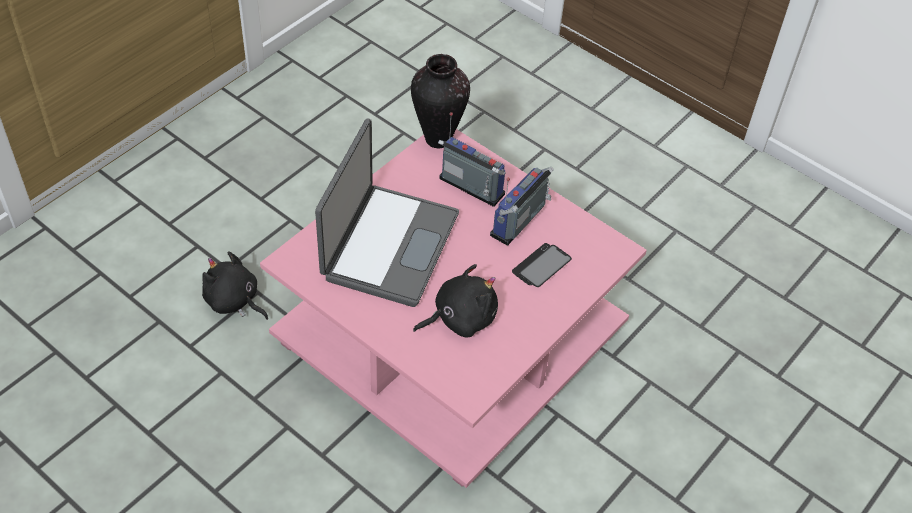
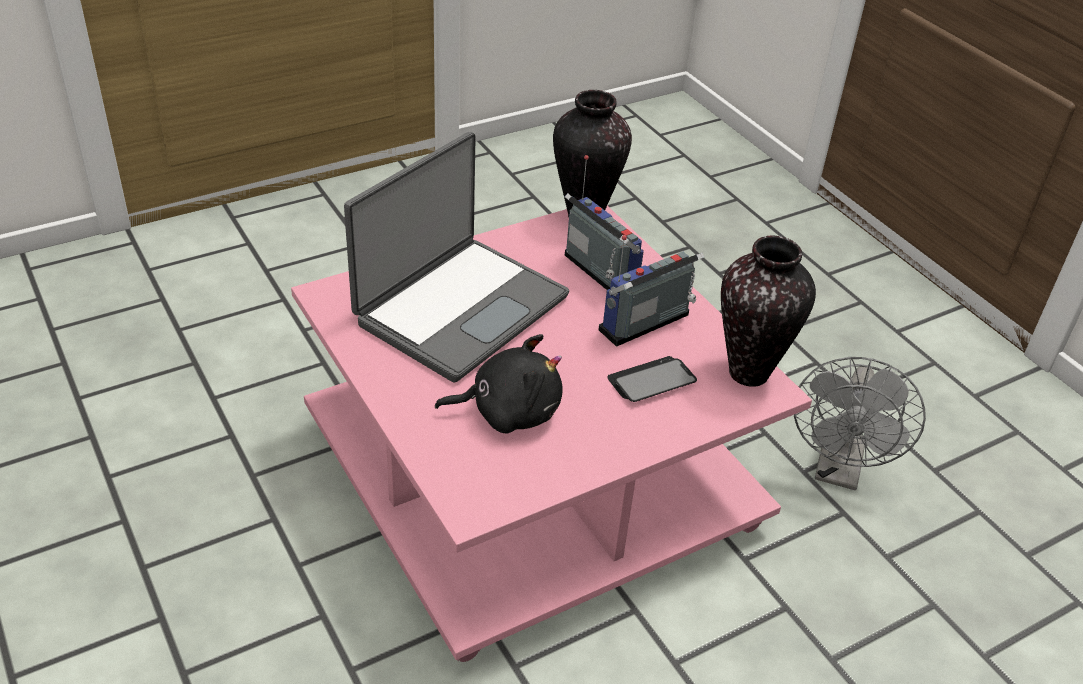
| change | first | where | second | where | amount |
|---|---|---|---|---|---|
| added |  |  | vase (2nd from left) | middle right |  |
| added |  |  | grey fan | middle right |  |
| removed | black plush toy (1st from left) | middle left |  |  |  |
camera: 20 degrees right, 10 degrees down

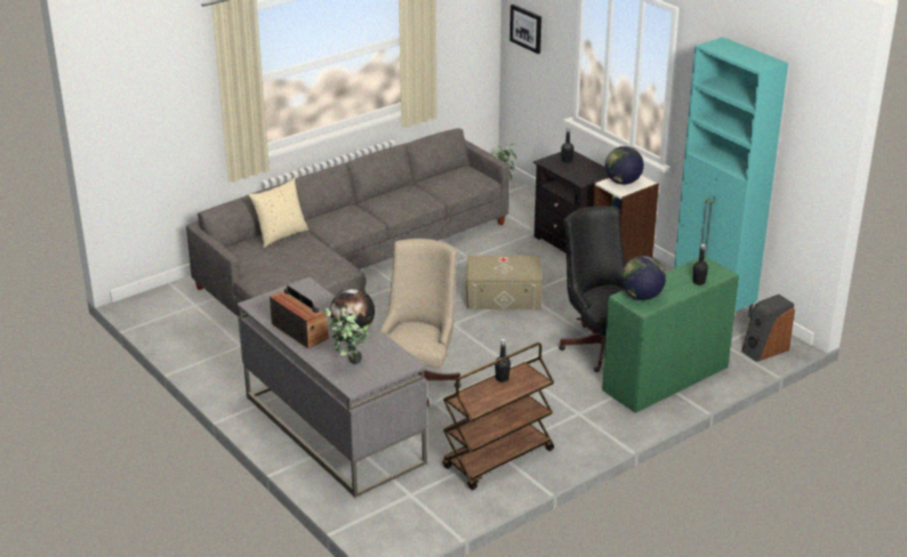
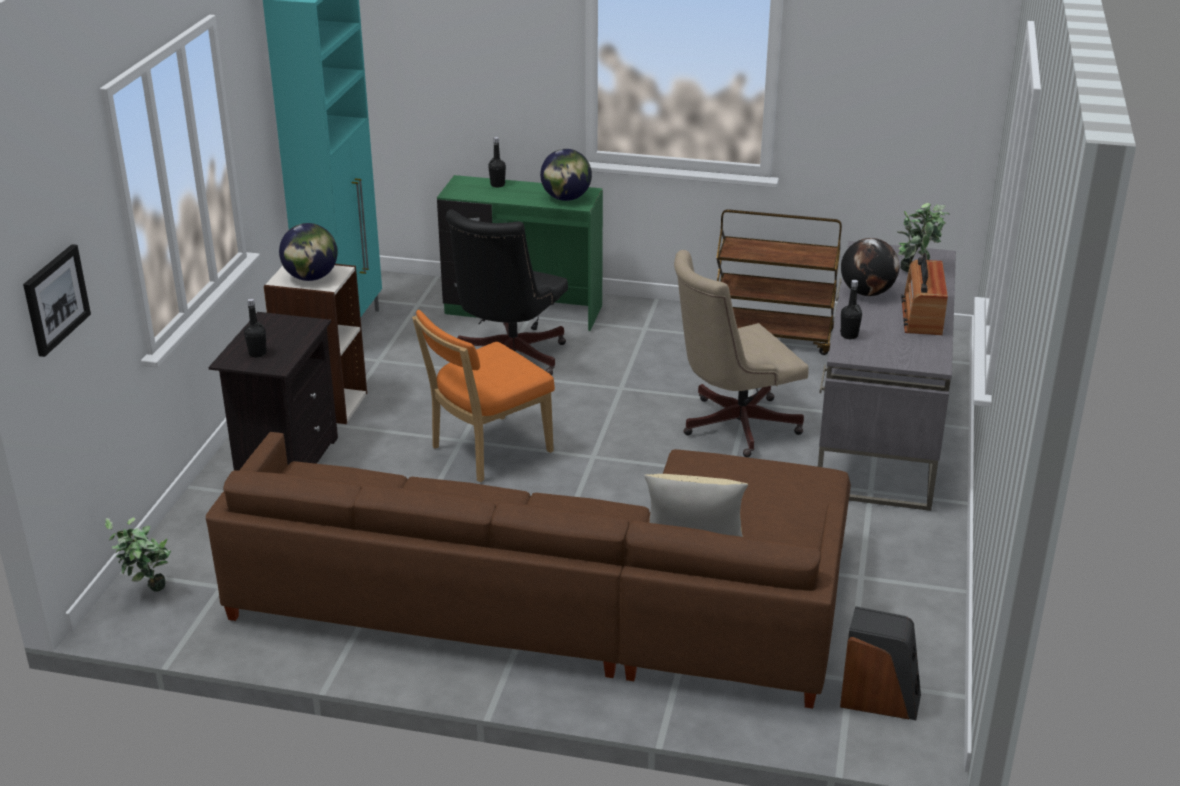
| change | first | where | second | where | amount |
|---|---|---|---|---|---|
| recoloured | grey sofa | centre | brown sofa | bottom centre |  |
| replaced | beige storage box | centre | orange chair | centre |  |
| moved | black bottle (1st from left in the first image) | centre | black bottle (3rd from left) | middle right |  |
| moved | speaker | middle right |  | bottom right |  |
camera: 130 degrees left, 0 degrees up

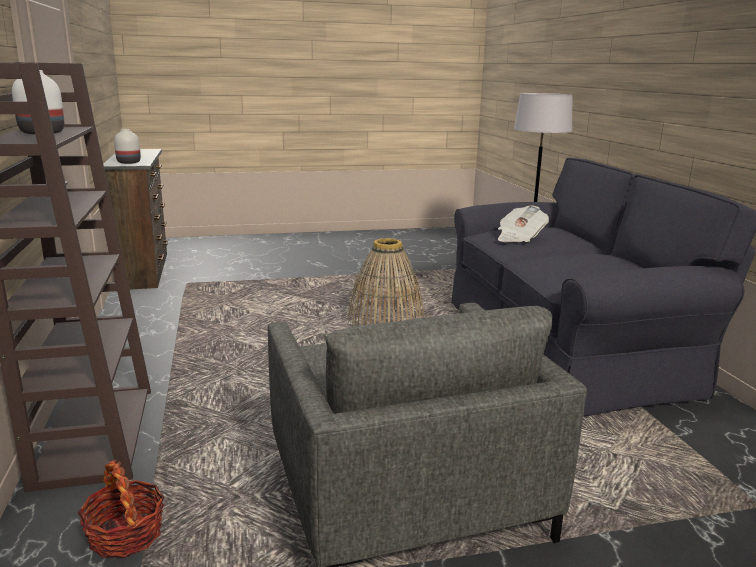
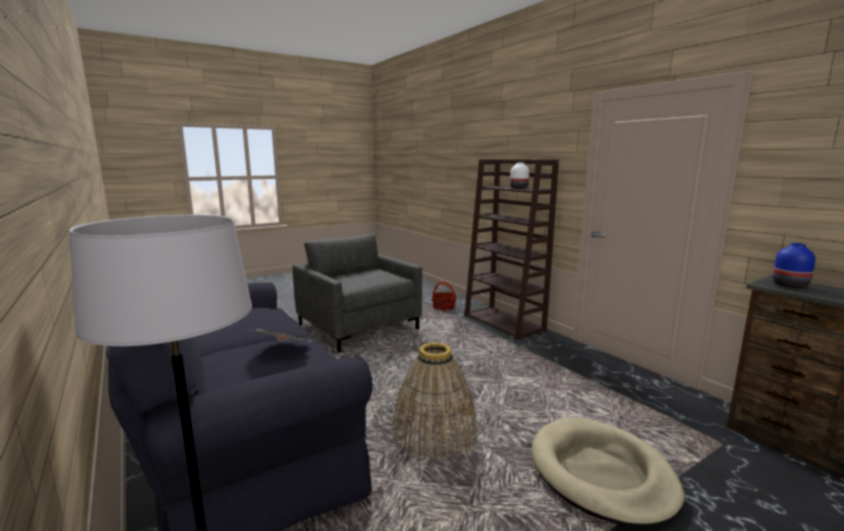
| change | first | where | second | where | amount |
|---|---|---|---|---|---|
| added |  |  | beige dog bed | bottom right |  |
| recoloured | white vase (2nd from left) | top left | blue vase | middle right |  |
camera: 160 degrees right, 5 degrees down

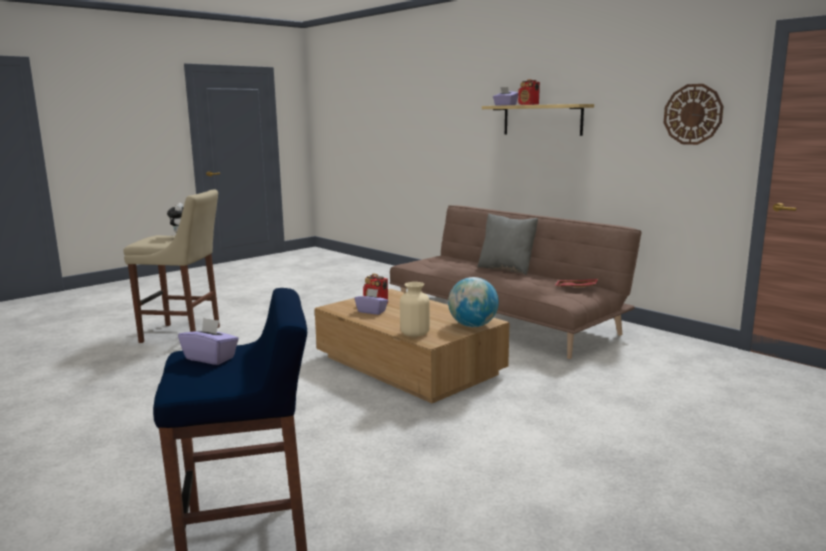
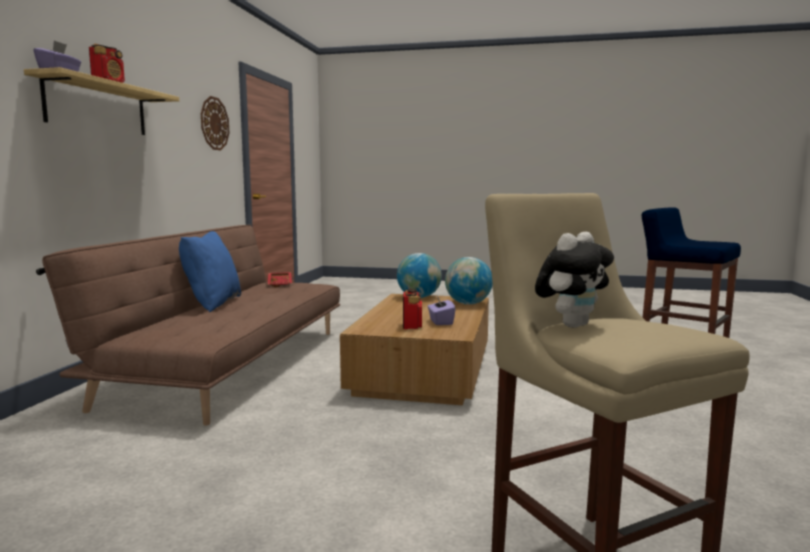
| change | first | where | second | where | amount |
|---|---|---|---|---|---|
| recoloured | grey pillow | centre | blue pillow | middle left |  |
| replaced | beige vase | centre | globe (2nd from left) | centre |  |
| removed | purple tissue box (1st from left) | middle left |  |  |  |
camera: 125 degrees left, 5 degrees down

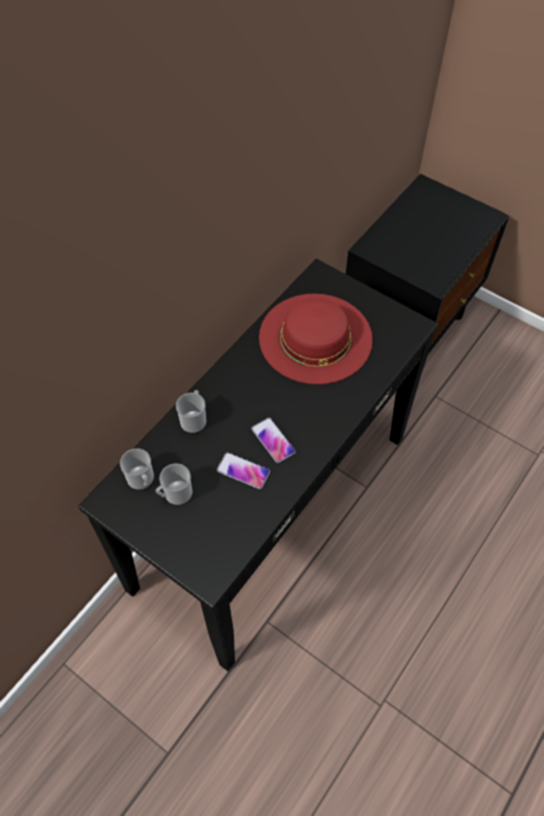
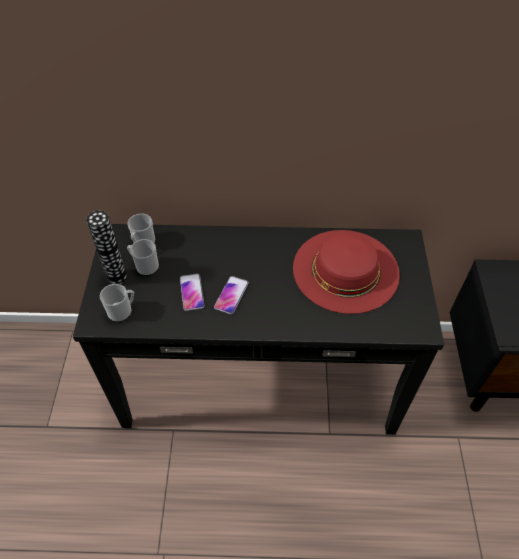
| change | first | where | second | where | amount |
|---|---|---|---|---|---|
| added |  |  | vase | middle left |  |
| moved | mug (3rd from left in the first image) | centre | mug (1st from left) | middle left |  |
camera: 55 degrees right, 5 degrees down

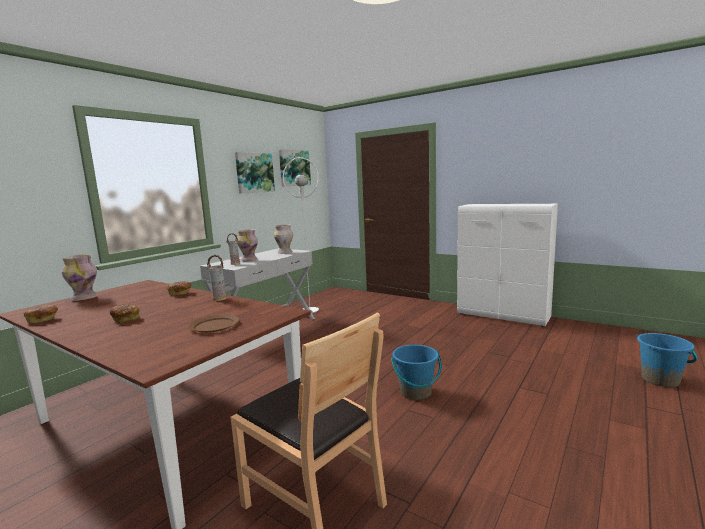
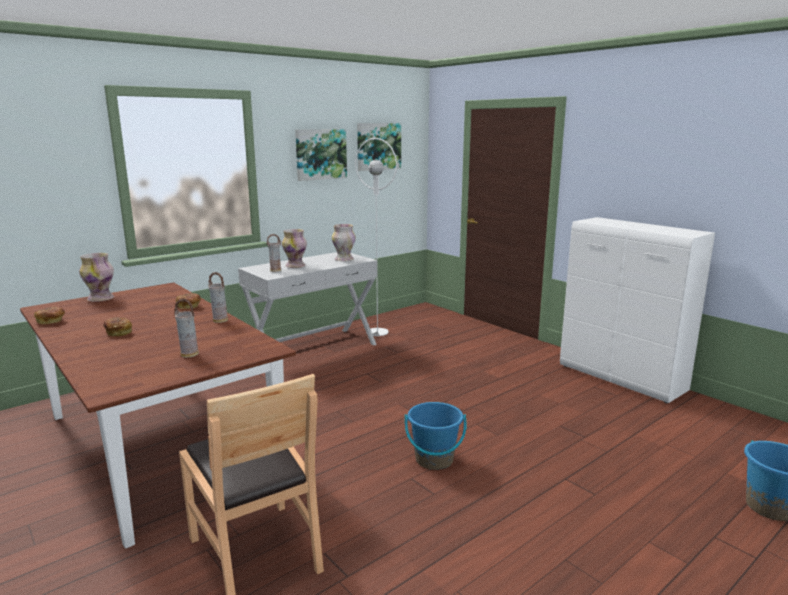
| change | first | where | second | where | amount |
|---|---|---|---|---|---|
| replaced | brown plate | middle left | vase (2nd from left) | middle left |  |
camera: 15 degrees right, 5 degrees up

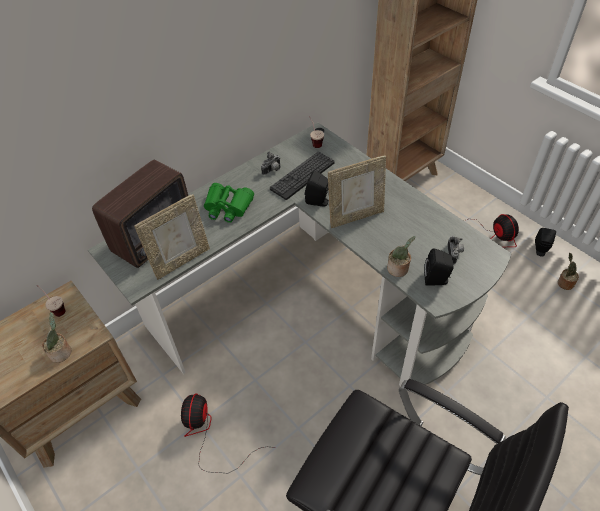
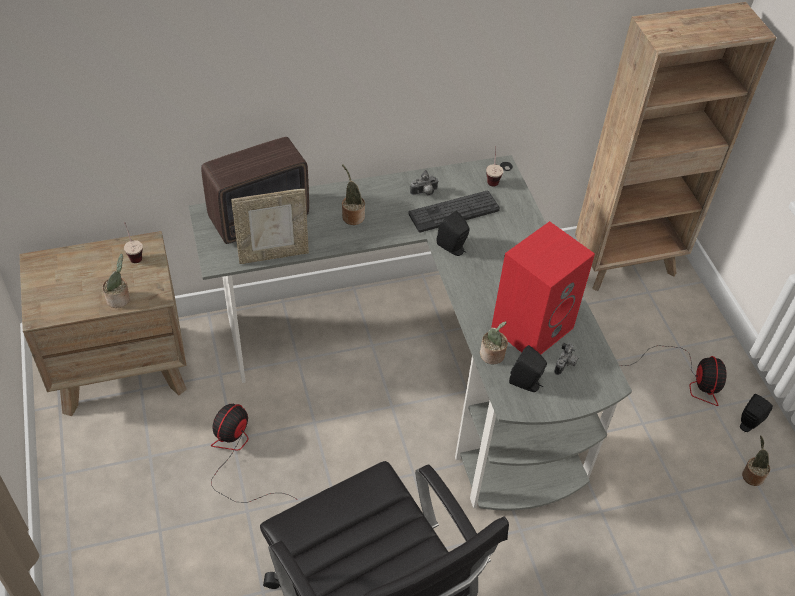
| change | first | where | second | where | amount |
|---|---|---|---|---|---|
| replaced | green binoculars | centre | potted plant (2nd from left) | top centre |  |
| added |  |  | red speaker | middle right |  |
| removed | picture frame (2nd from left) | centre |  |  |  |
camera: 20 degrees right, 0 degrees up

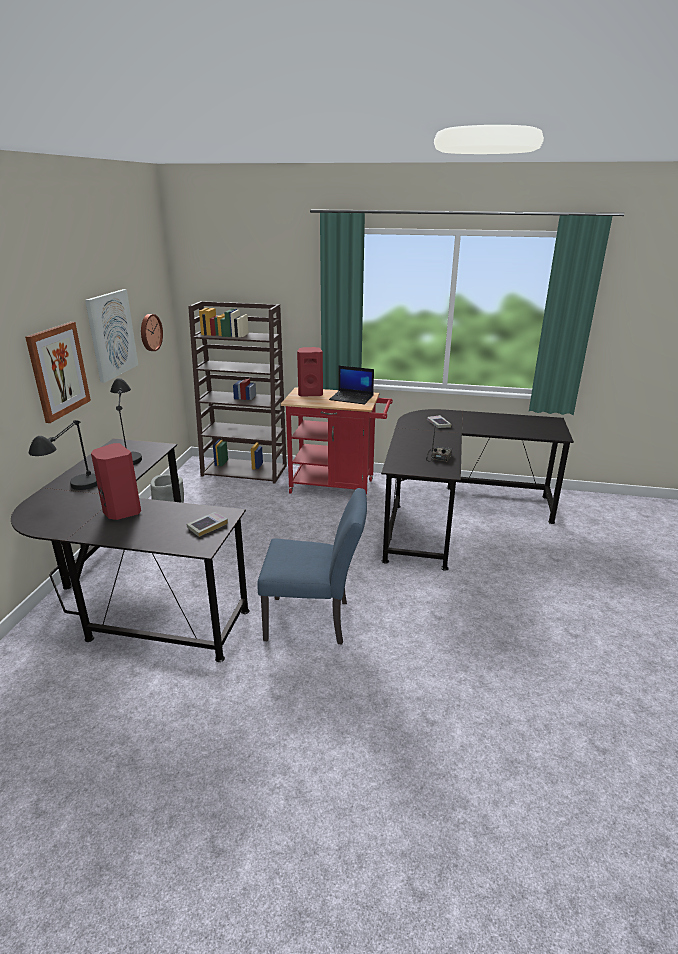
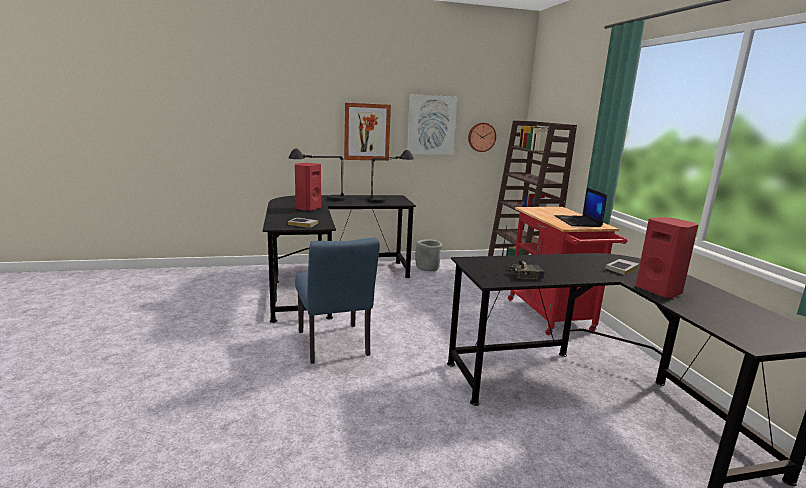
| change | first | where | second | where | amount |
|---|---|---|---|---|---|
| moved | red speaker (2nd from left) | centre |  | middle right |  |
camera: 65 degrees right, 10 degrees down

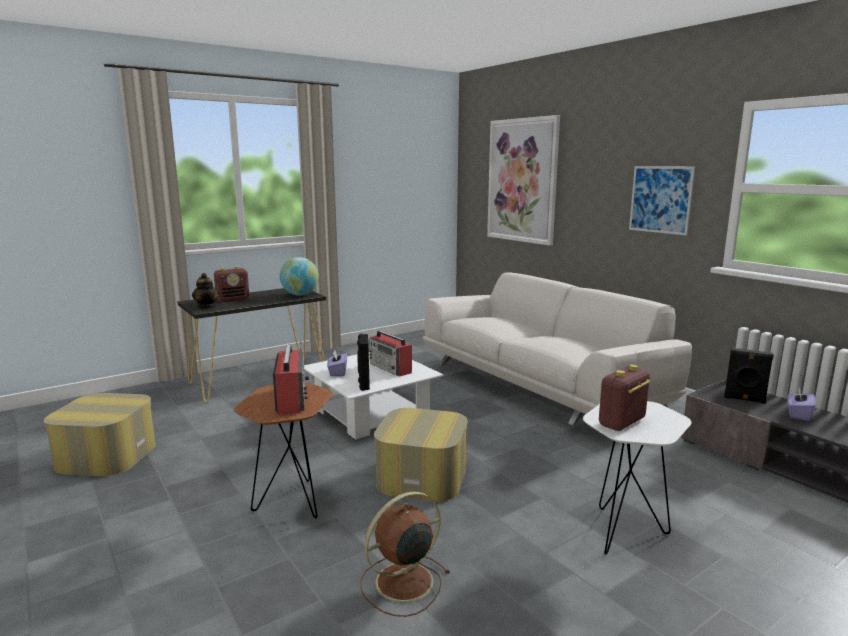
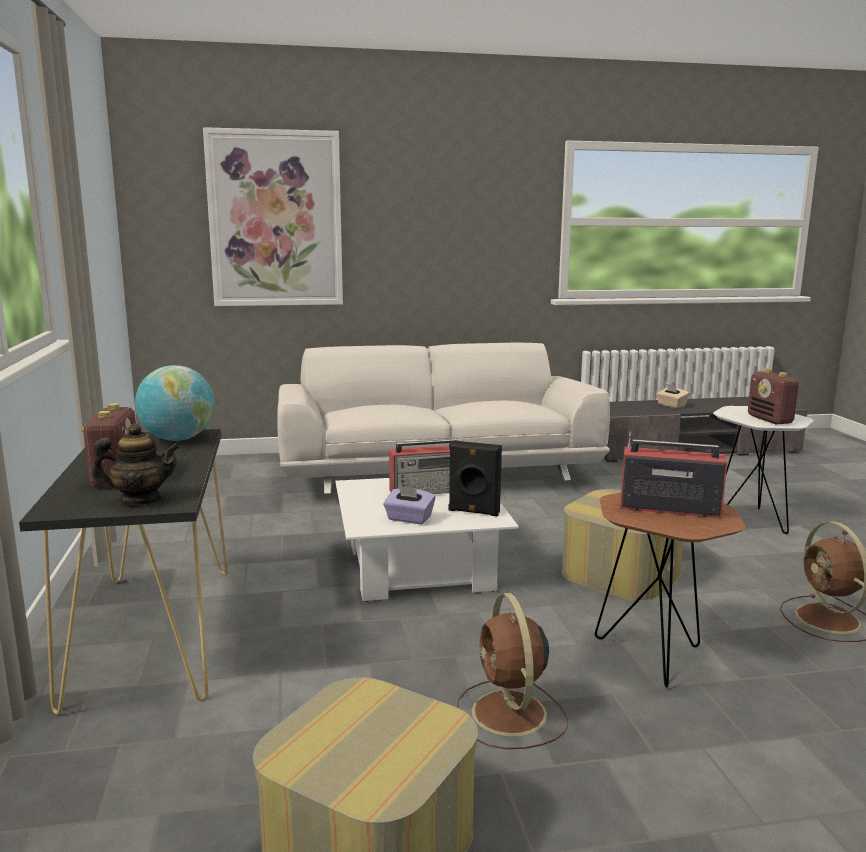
| change | first | where | second | where | amount |
|---|---|---|---|---|---|
| added |  |  | brown fan (1st from left) | bottom centre |  |
| recoloured | purple tissue box (2nd from left) | middle right | beige tissue box | middle right |  |
| removed | picture (2nd from left) | top right |  |  |  |
| removed | black speaker (2nd from left) | middle right |  |  |  |
camera: 65 degrees left, 0 degrees up

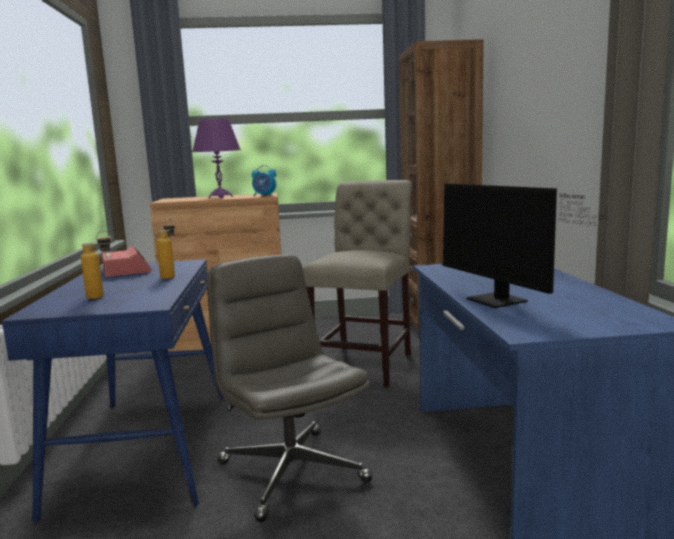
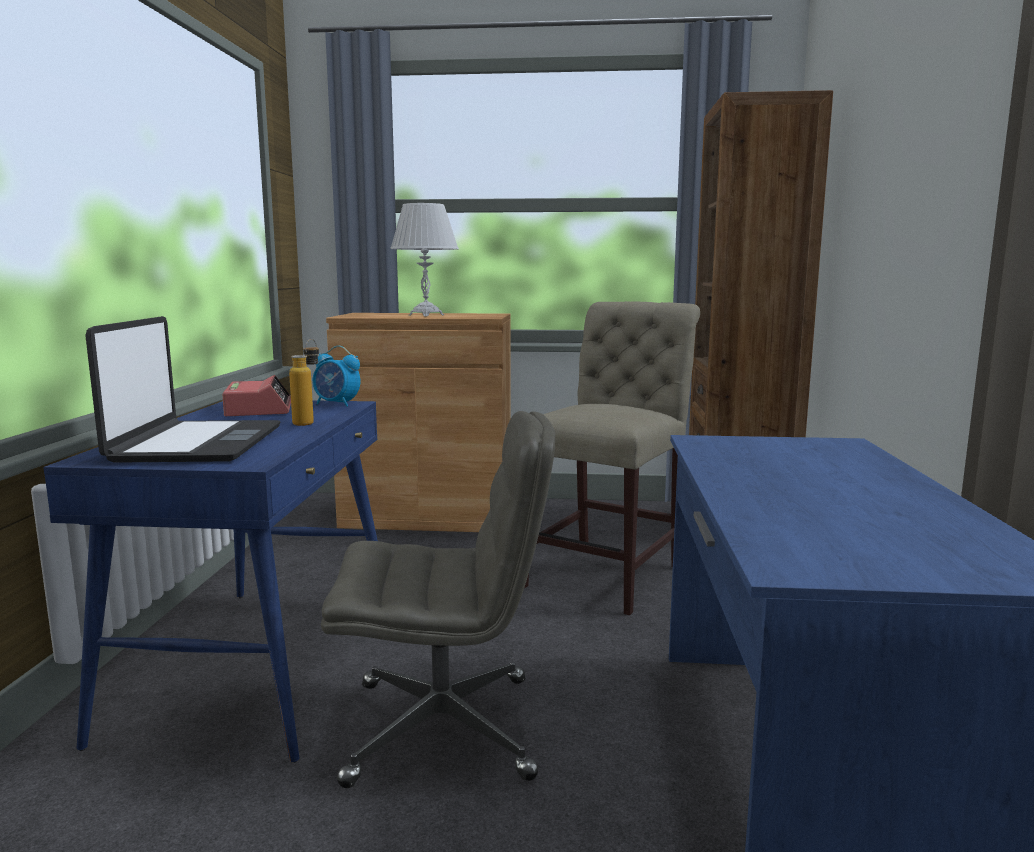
| change | first | where | second | where | amount |
|---|---|---|---|---|---|
| replaced | bottle (1st from left) | middle left | laptop | middle left |  |
| moved | alarm clock (2nd from left) | centre |  | middle left |  |
| turned | grey office chair | bottom centre |  | bottom centre | 105 degrees clockwise |
| recoloured | purple table lamp | top left | white table lamp | top centre |  |
| removed | monitor | middle right |  |  |  |
camera: 10 degrees right, 0 degrees up

